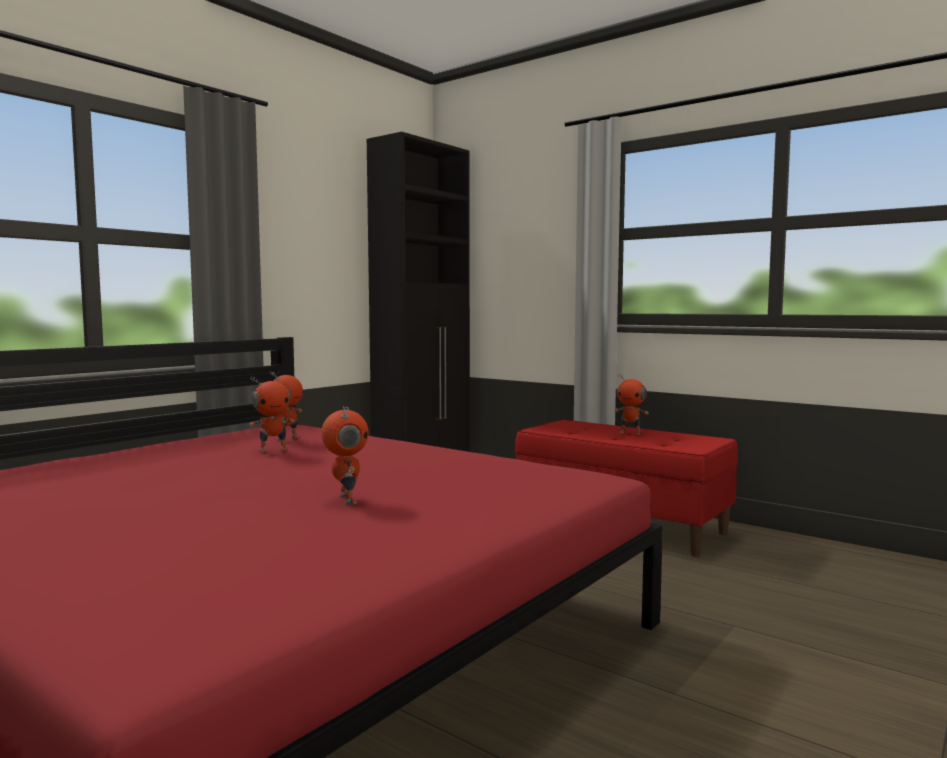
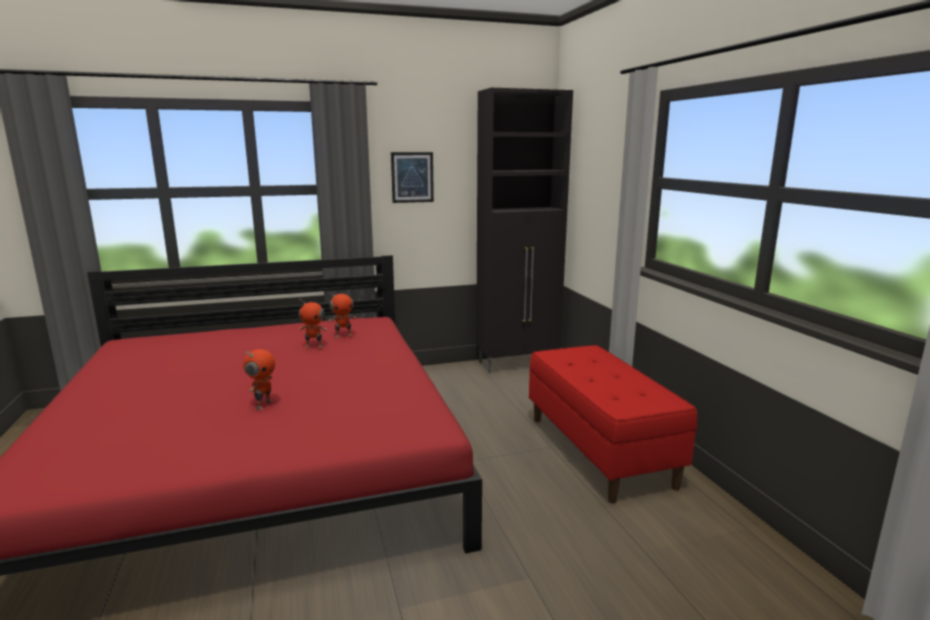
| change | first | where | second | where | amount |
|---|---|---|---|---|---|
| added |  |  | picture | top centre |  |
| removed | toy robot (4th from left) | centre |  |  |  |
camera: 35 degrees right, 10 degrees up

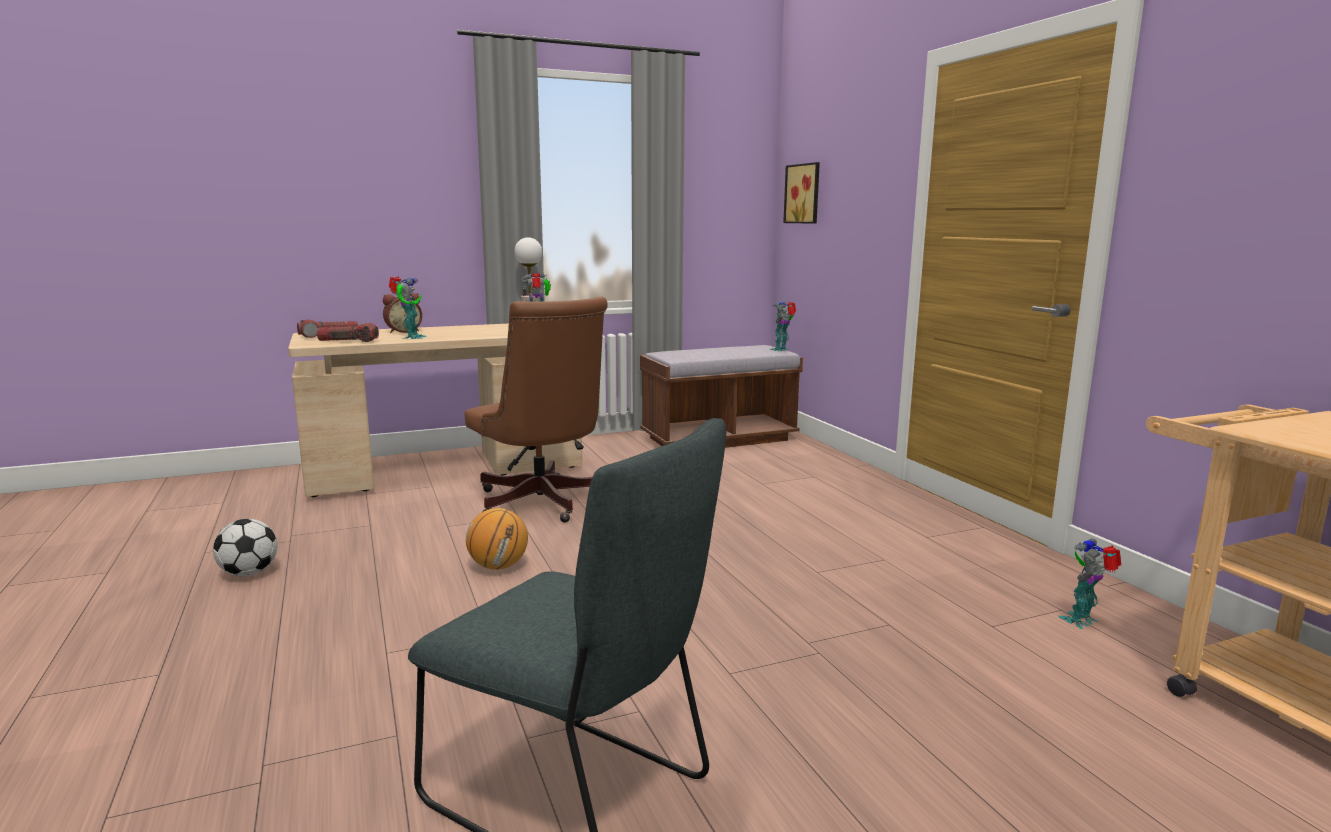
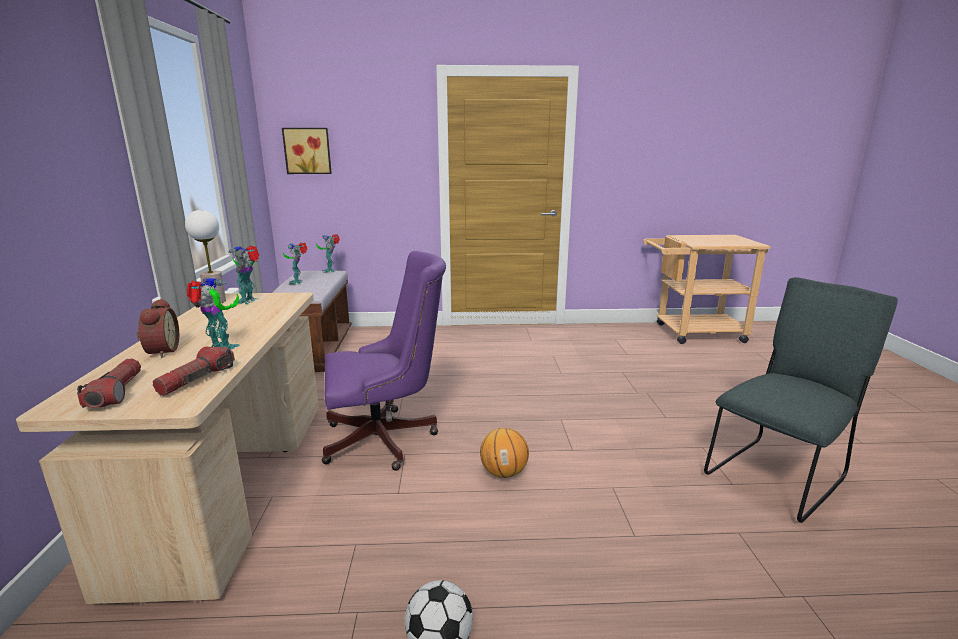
| change | first | where | second | where | amount |
|---|---|---|---|---|---|
| moved | toy robot (4th from left in the first image) | bottom right | toy robot (3rd from left) | middle left |  |
| recoloured | brown office chair | centre | purple office chair | centre |  |
camera: 70 degrees left, 5 degrees up

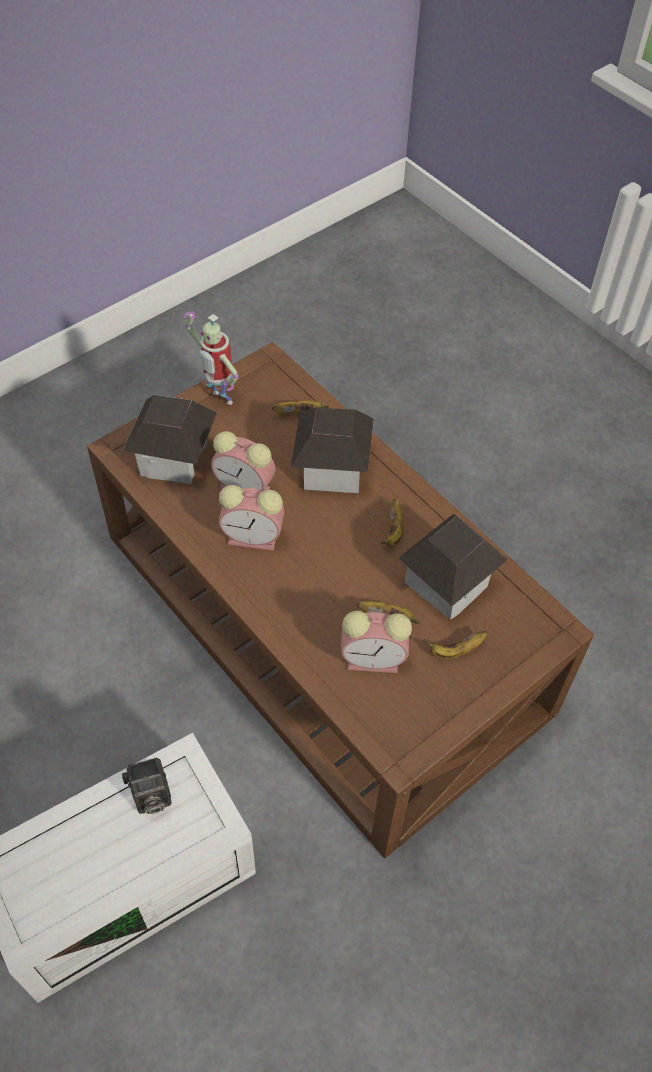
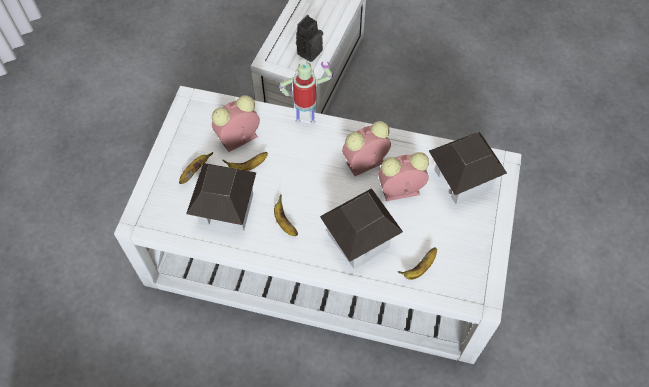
| change | first | where | second | where | amount |
|---|---|---|---|---|---|
| recoloured | brown coffee table | centre | white coffee table | centre |  |
| moved | toy robot | middle left |  | top centre |  |
camera: 145 degrees right, 5 degrees up

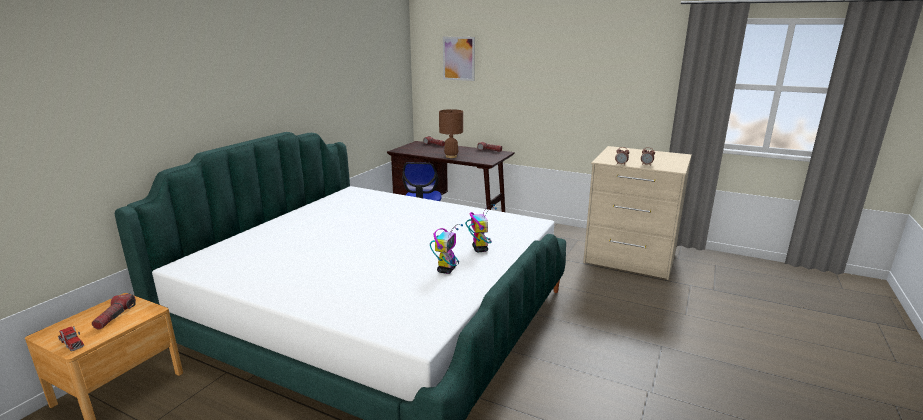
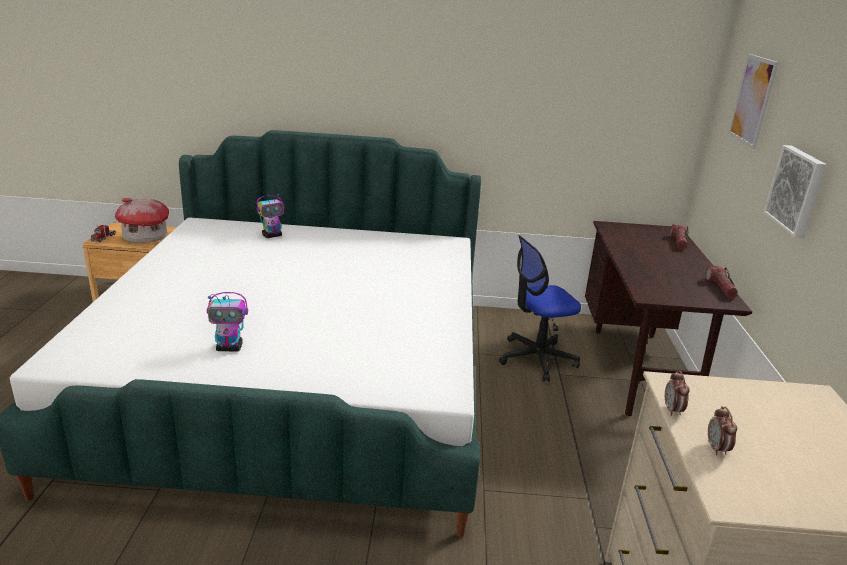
| change | first | where | second | where | amount |
|---|---|---|---|---|---|
| replaced | flashlight (1st from left) | bottom left | toy house | middle left |  |
| moved | toy robot (2nd from left) | centre |  | middle left |  |
| added |  |  | picture (2nd from left) | middle right |  |
| removed | brown table lamp | top centre |  |  |  |
camera: 65 degrees right, 5 degrees up

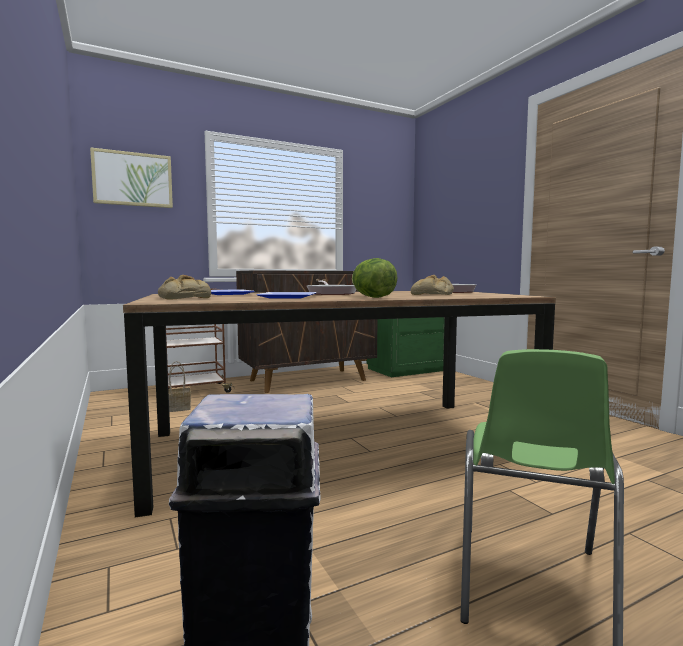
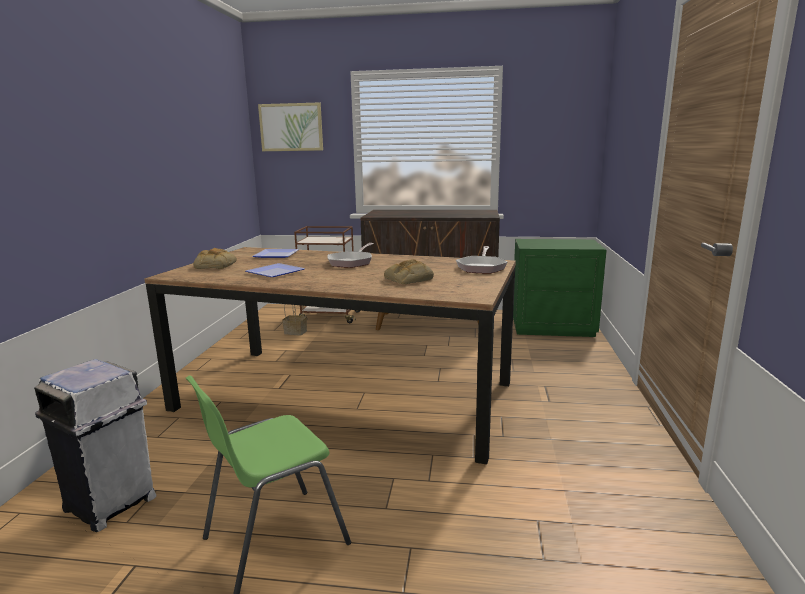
| change | first | where | second | where | amount |
|---|---|---|---|---|---|
| removed | lettuce | centre |  |  |  |
camera: 35 degrees right, 10 degrees up

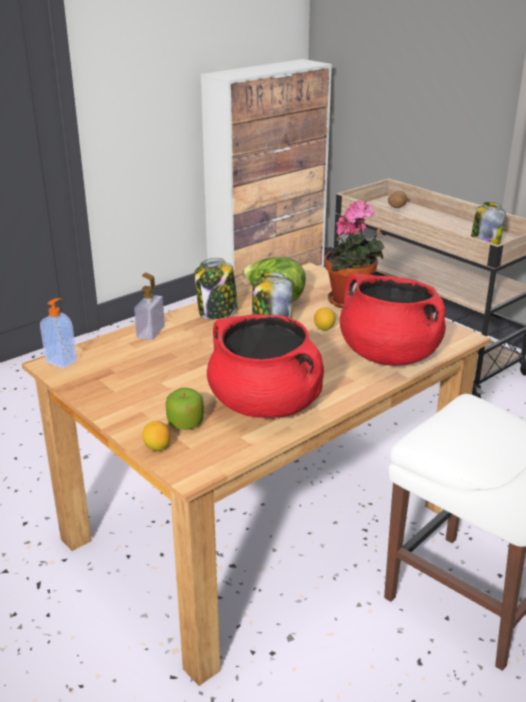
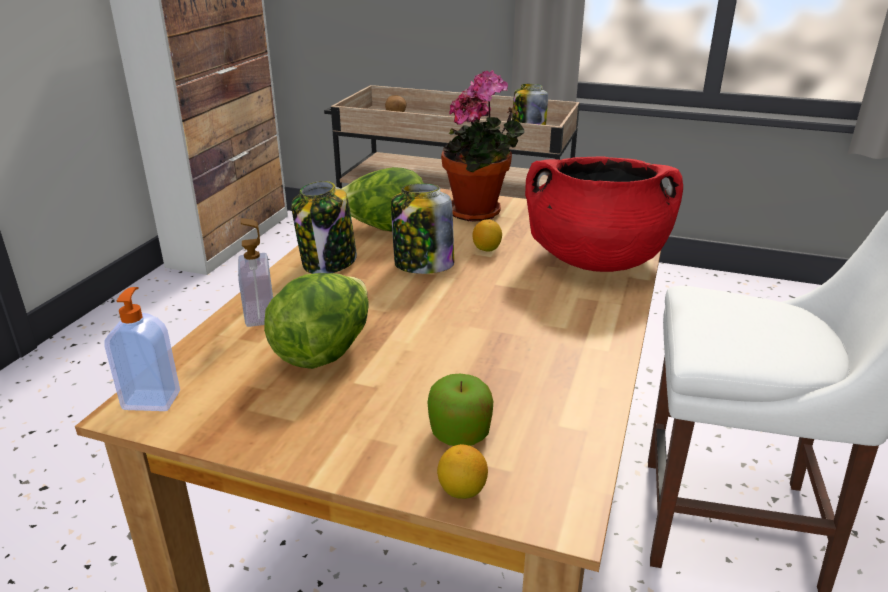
| change | first | where | second | where | amount |
|---|---|---|---|---|---|
| added |  |  | lettuce (1st from left) | centre |  |
| removed | red cooking pot (1st from left) | centre |  |  |  |
camera: 30 degrees left, 0 degrees up

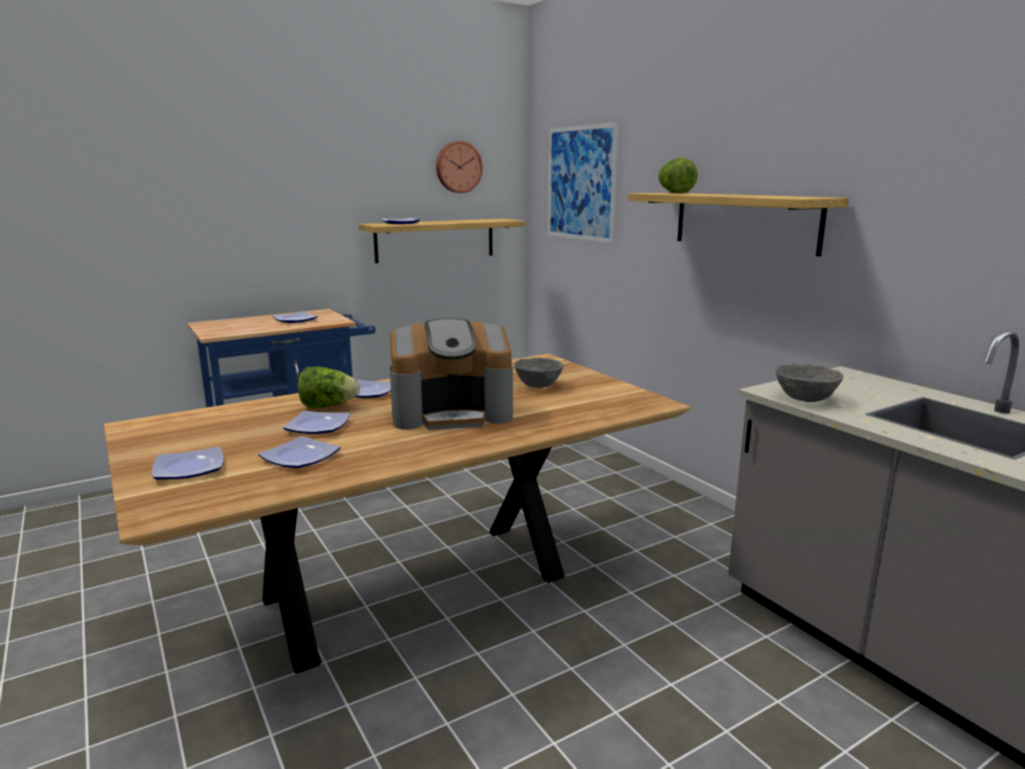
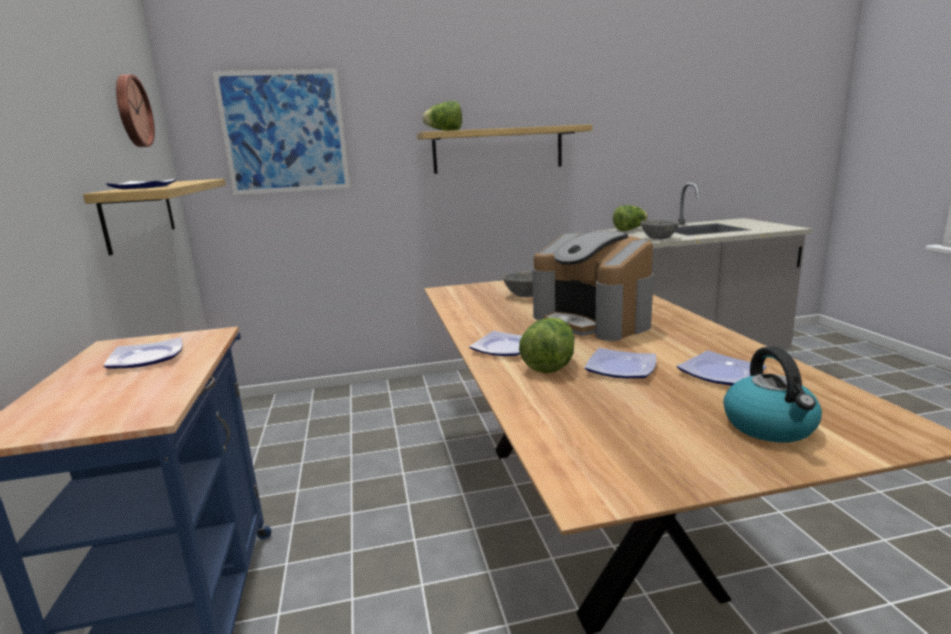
| change | first | where | second | where | amount |
|---|---|---|---|---|---|
| turned | coffee machine | centre |  | centre | 135 degrees clockwise |
| added |  |  | lettuce (3rd from left) | centre |  |
| replaced | plate (1st from left) | middle left | kettle | middle right |  |
camera: 70 degrees left, 0 degrees up

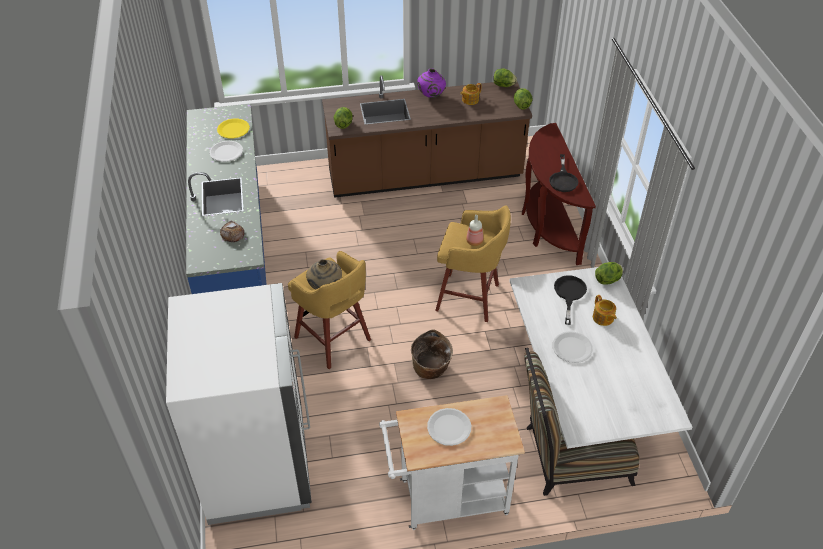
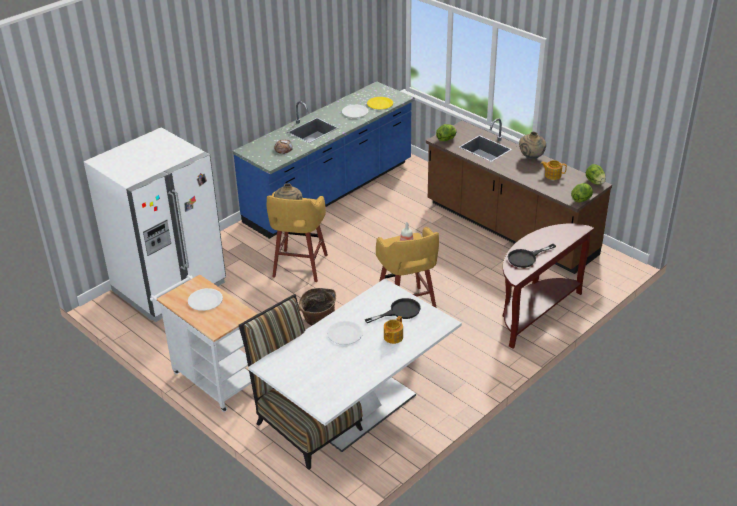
| change | first | where | second | where | amount |
|---|---|---|---|---|---|
| recoloured | purple vase | top centre | beige vase (2nd from left) | top right |  |
| removed | lettuce (4th from left) | middle right |  |  |  |
camera: 55 degrees right, 10 degrees down

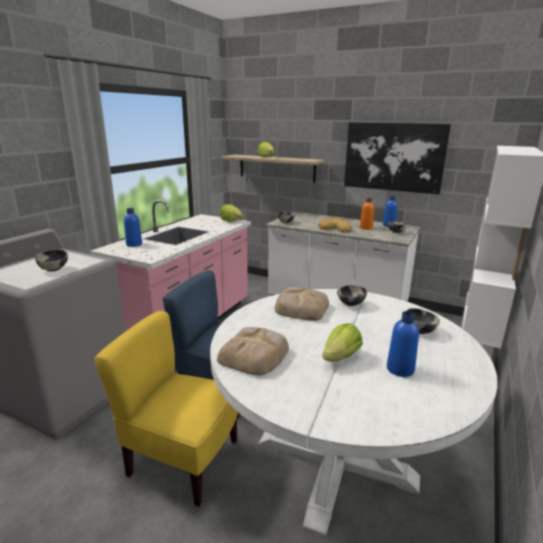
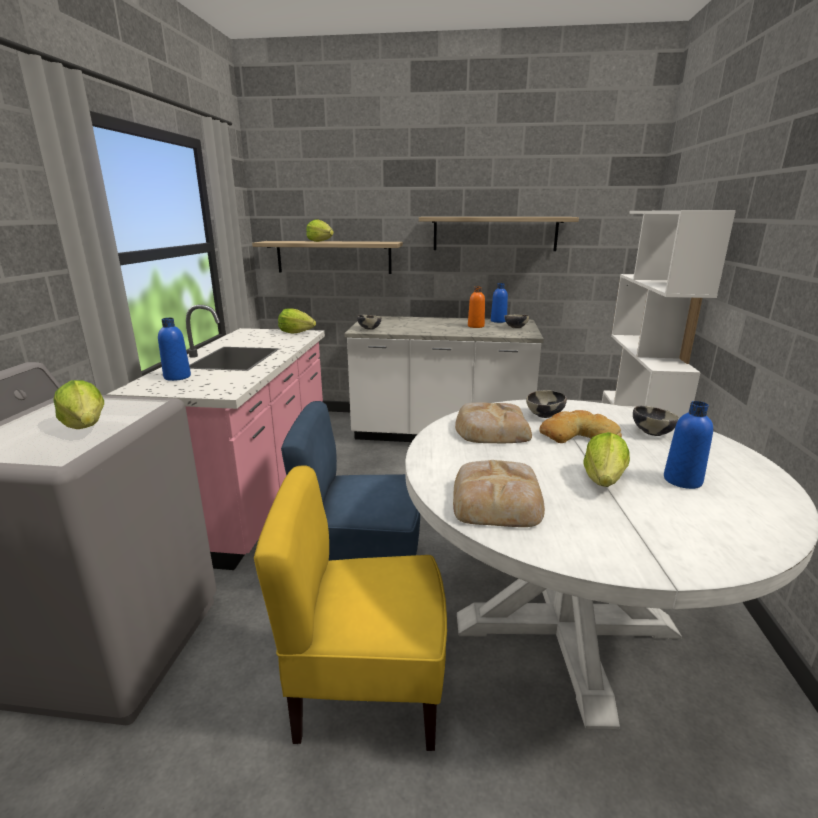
| change | first | where | second | where | amount |
|---|---|---|---|---|---|
| replaced | bowl (1st from left) | middle left | lettuce (1st from left) | middle left |  |
| replaced | picture | top right | shelf (2nd from left) | top centre |  |
| moved | bread (3rd from left) | centre |  | middle right |  |
camera: 20 degrees left, 0 degrees up

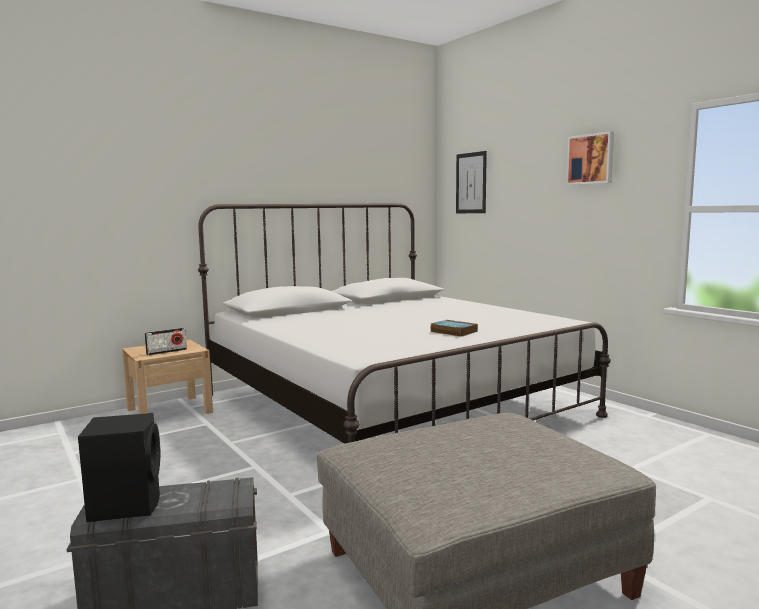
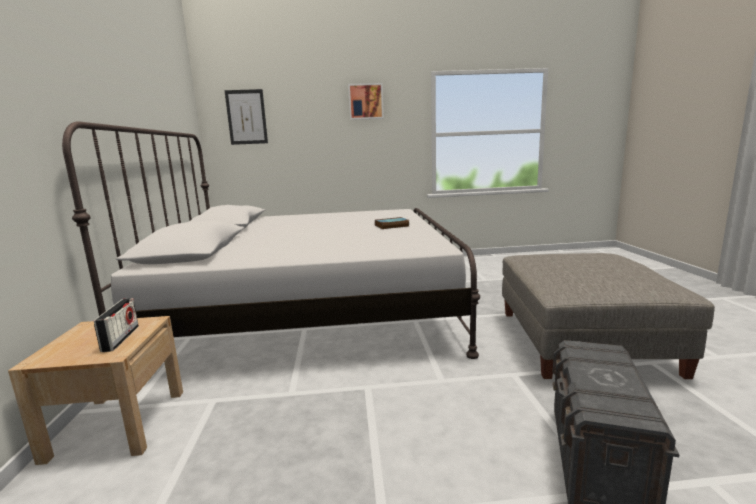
| change | first | where | second | where | amount |
|---|---|---|---|---|---|
| removed | black speaker | bottom left |  |  |  |
camera: 60 degrees left, 5 degrees up

